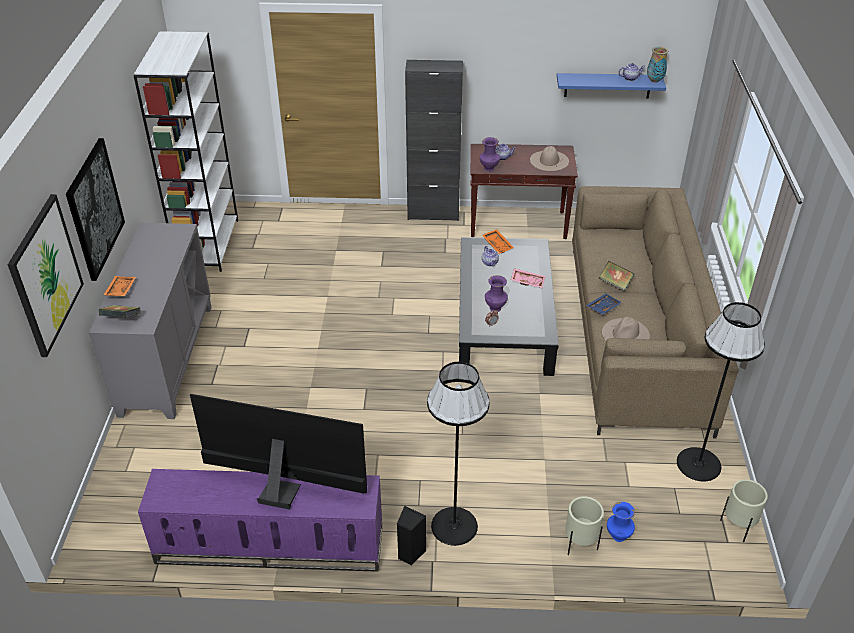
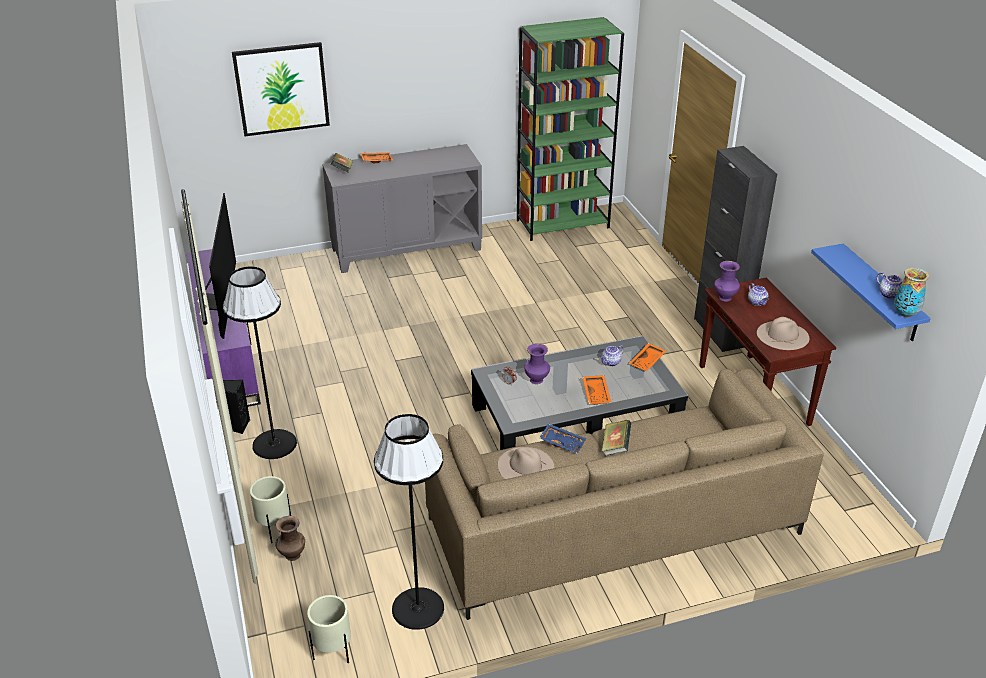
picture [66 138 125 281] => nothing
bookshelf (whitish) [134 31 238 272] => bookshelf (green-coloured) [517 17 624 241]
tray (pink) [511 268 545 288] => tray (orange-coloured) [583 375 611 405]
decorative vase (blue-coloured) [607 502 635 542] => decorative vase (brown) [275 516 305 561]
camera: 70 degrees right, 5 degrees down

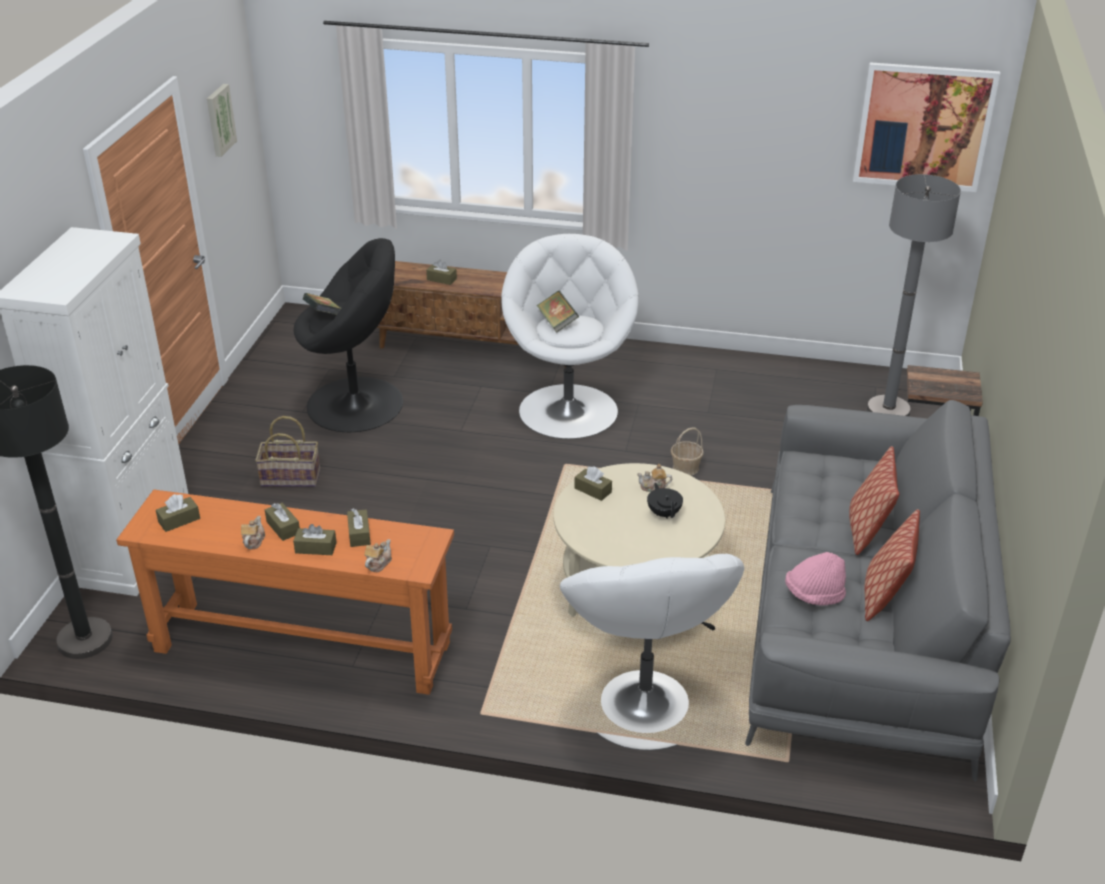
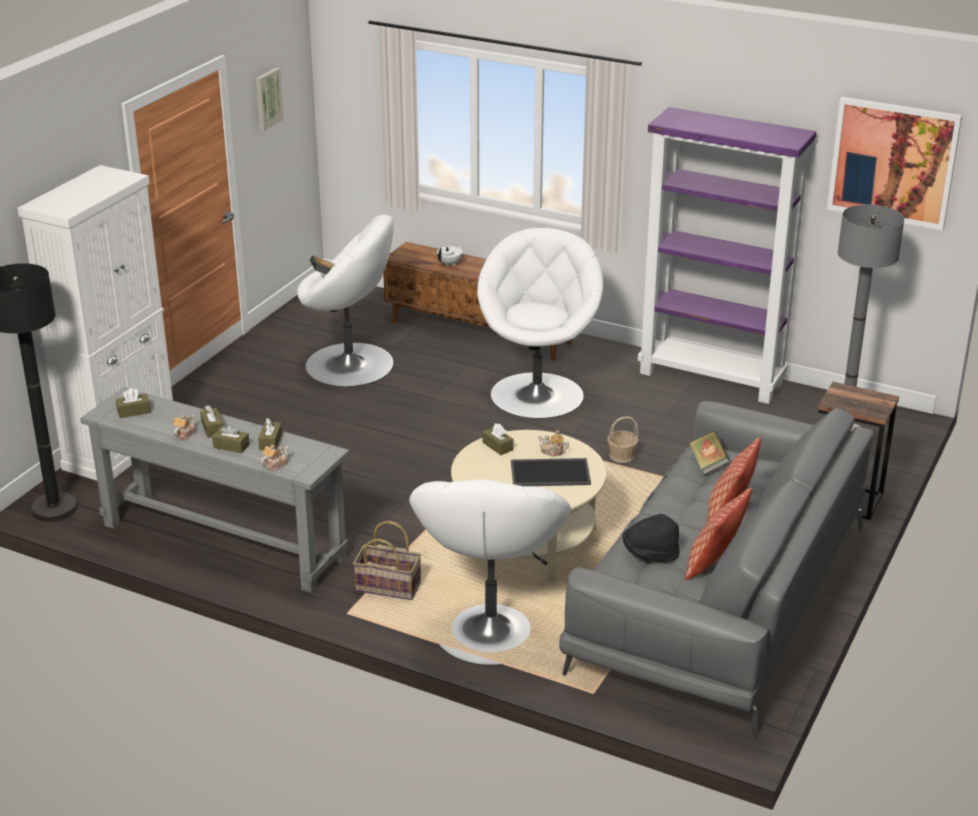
nothing => bookshelf (purplish) [638 107 816 404]
storage basket [255 416 320 487] => storage basket [353 521 421 600], moved
volume [537 291 579 333] => volume [689 431 730 475], moved
tissue holder (brown) [426 260 457 285] => pot for tea (whitish) [437 245 462 266]
pot for tea (blackish) [647 483 683 519] => tray [511 458 591 486]
console table (orange-coloured) [116 490 454 695] => console table (grey) [80 387 350 593]
lounge chair (blackish) [294 238 403 432] => lounge chair (whitish) [297 215 394 387]
hat (pink) [785 552 846 605] => hat (blackish) [622 514 680 562]
camera: 15 degrees right, 5 degrees down

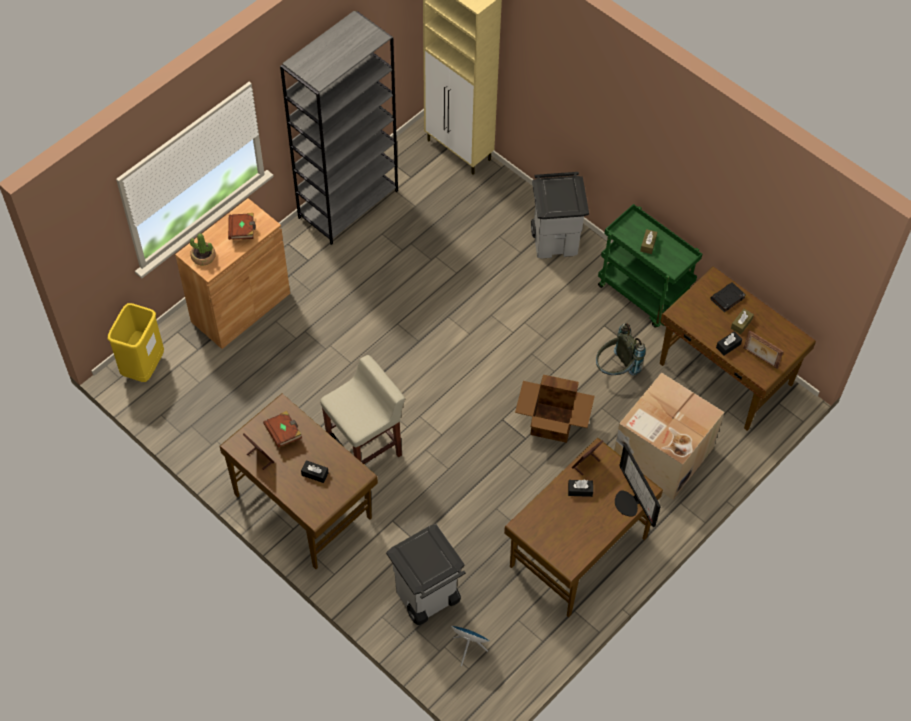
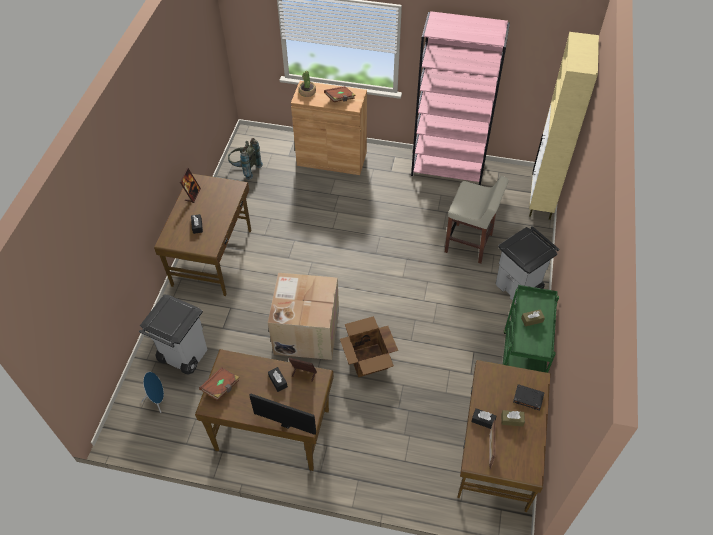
waste bin (yellowish) [108 303 164 382] => nothing
volume (brown) [263 411 302 448] => volume (brown) [199 367 240 401], moved
stool (beige) [320 355 405 464] => stool (beige) [445 176 509 263], moved
rucksack (grey) [596 323 646 375] => rucksack (grey) [228 138 263 180], moved
carton [614 372 724 499] => carton [268 273 339 360], moved
bookshelf (grey) [280 10 398 245] => bookshelf (pink) [411 11 510 185]
computer screen [615 444 661 527] => computer screen [249 393 316 435], 75 degrees clockwise
camera: 60 degrees right, 5 degrees down

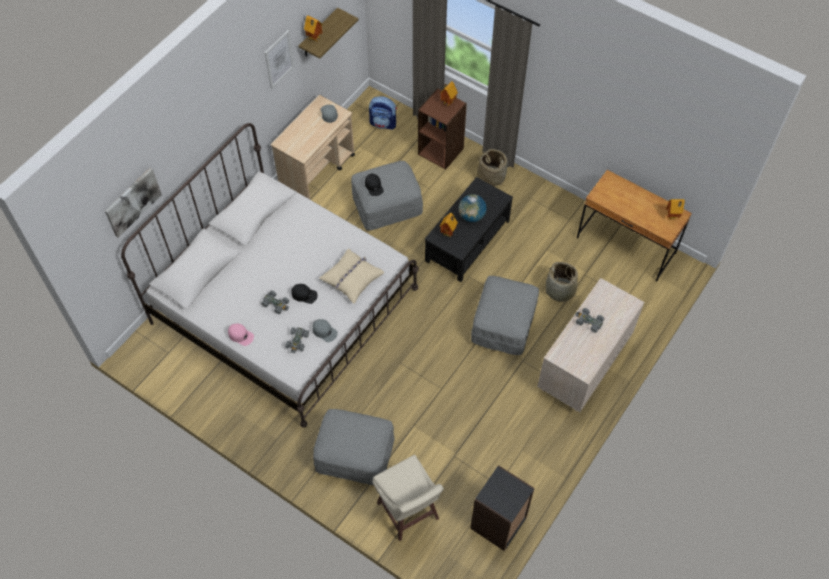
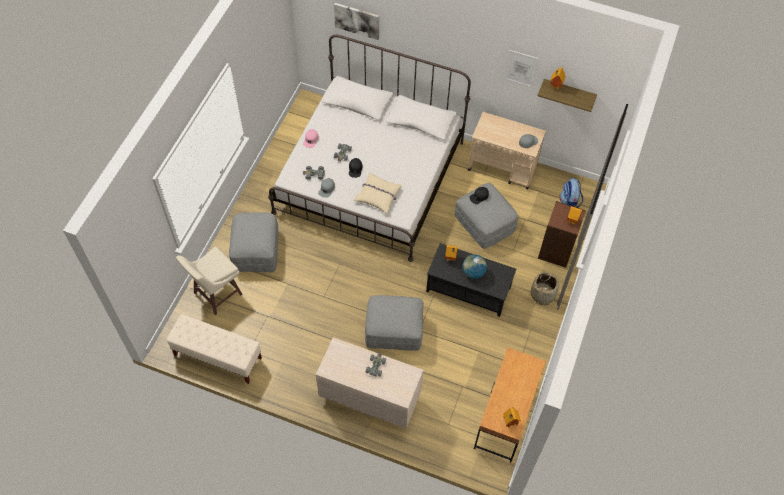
storage basket [545 262 578 302] => nothing
bookshelf (blackish) [470 465 535 551] => indoor bench (beige) [166 314 262 384]
camera: 75 degrees right, 0 degrees up

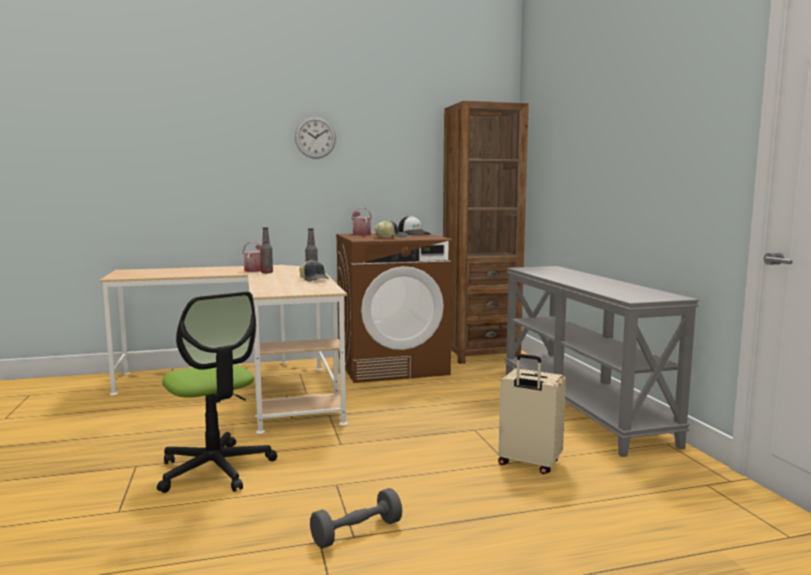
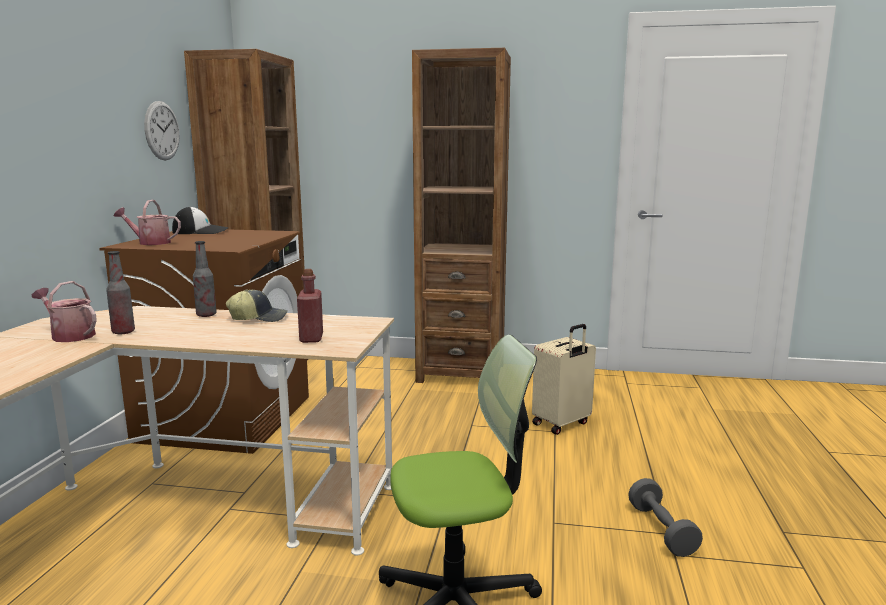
baseball cap [374 220 408 237] => nothing
nothing => bottle (reddish) [297 269 323 343]
hanging clock [295 117 336 159] => hanging clock [144 101 180 161], moved
console table (grey) [505 266 699 457] => bookshelf (brown) [412 48 511 383]
camera: 65 degrees left, 5 degrees up

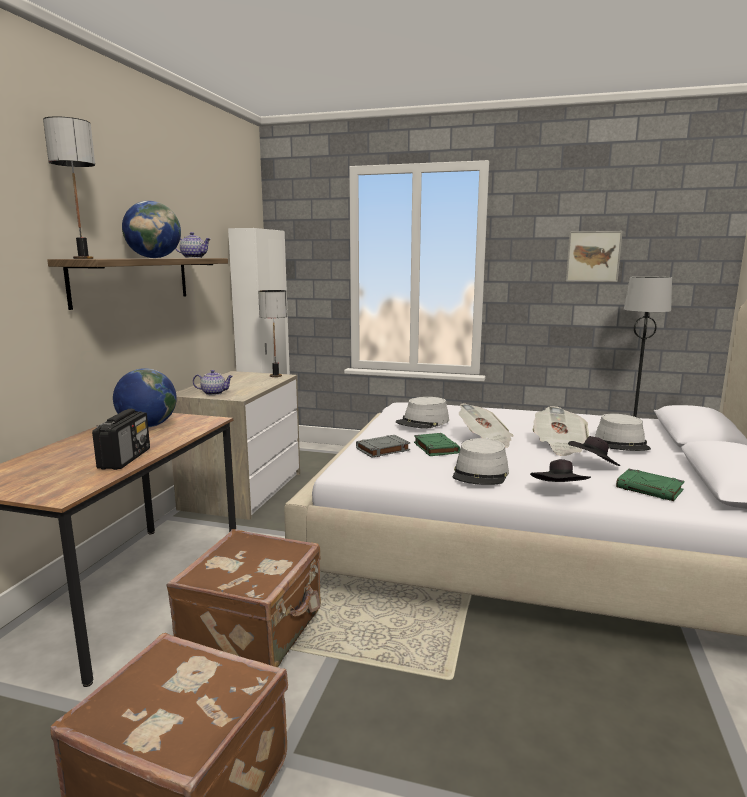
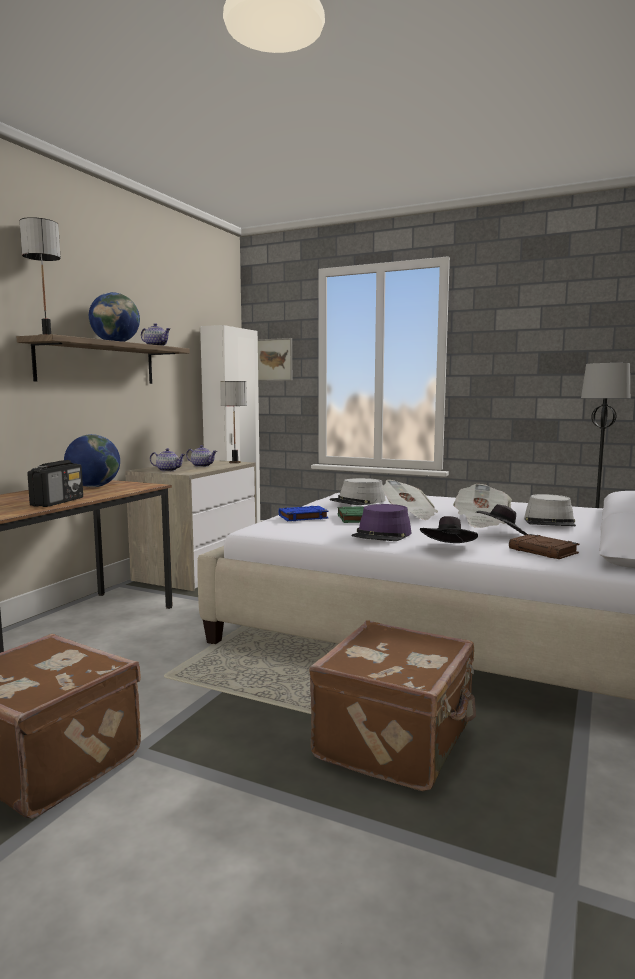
nothing => pot for tea [186 445 217 467]
travel case (brown) [166 529 321 667] => travel case (brown) [309 620 476 791], moved
picture [566 231 623 282] => picture [258 338 292 381], moved
volume (grey) [356 435 410 458] => volume (blue-coloured) [279 506 329 521]
hat (grey) [453 438 509 485] => hat (purplish) [352 504 411 541]
volume (green-coloured) [616 469 685 501] => volume (brown) [509 534 579 559]
camera: 10 degrees right, 5 degrees down

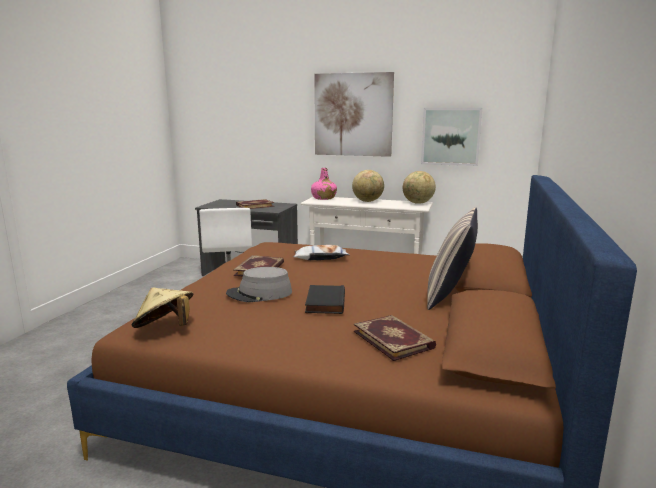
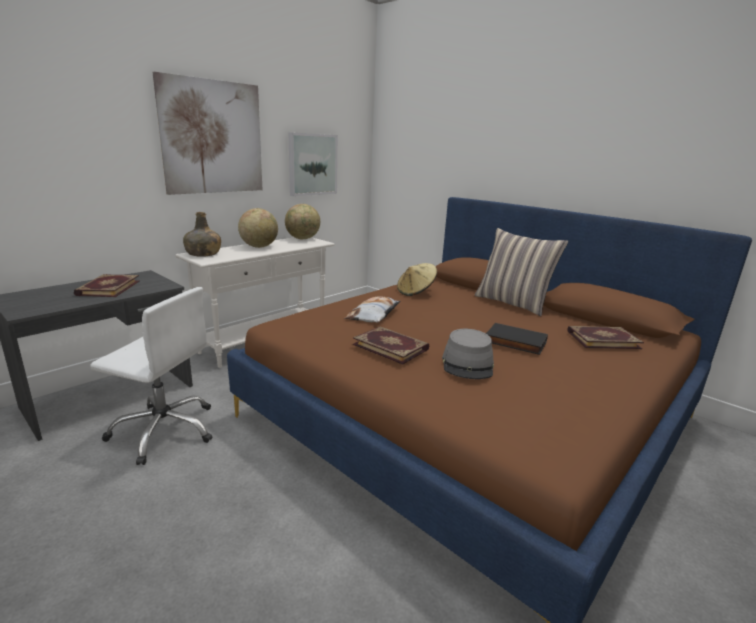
hat (beige) [132 287 193 328] => hat (beige) [397 263 437 296], moved
bottle (pink) [311 168 337 200] => bottle (green-coloured) [183 212 221 257]
camera: 65 degrees left, 5 degrees up

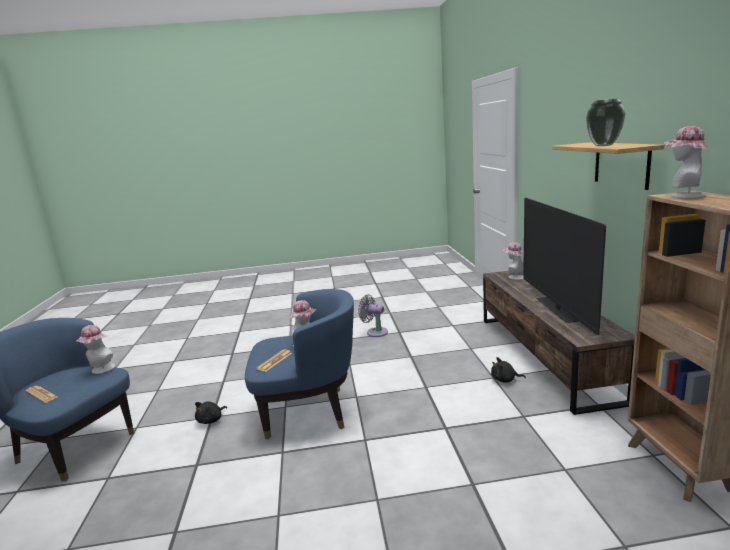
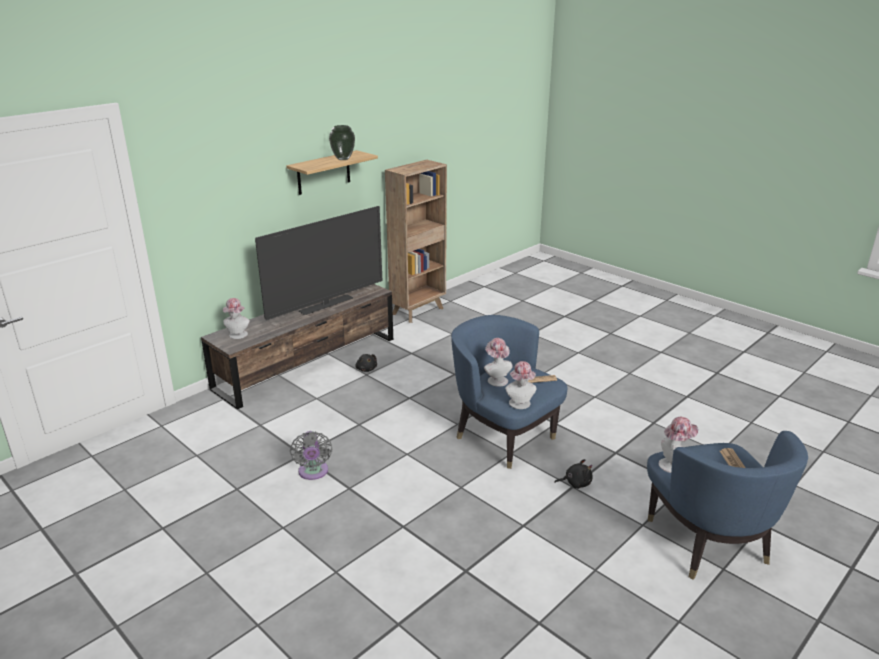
hat [664 126 711 198] => hat [505 361 536 409], moved
camera: 130 degrees left, 10 degrees up

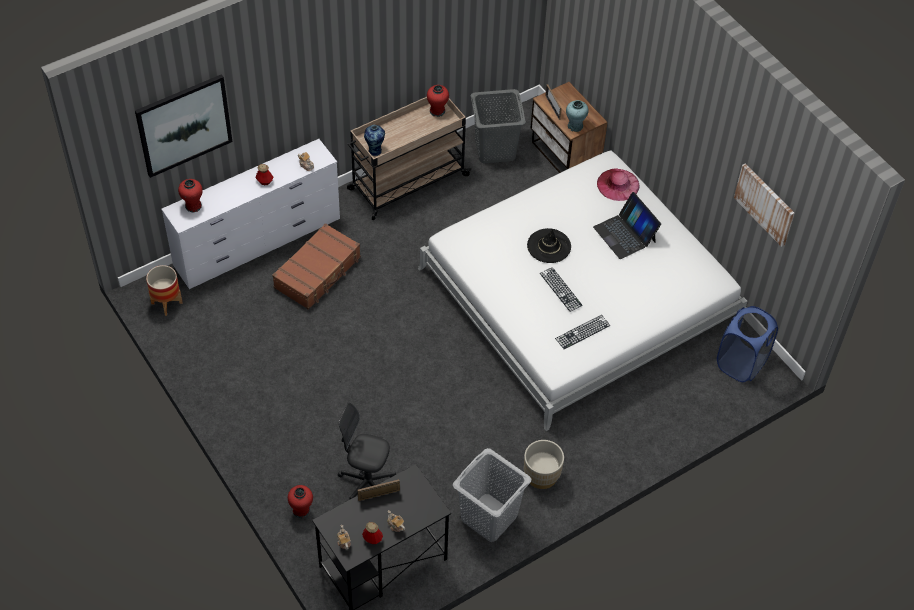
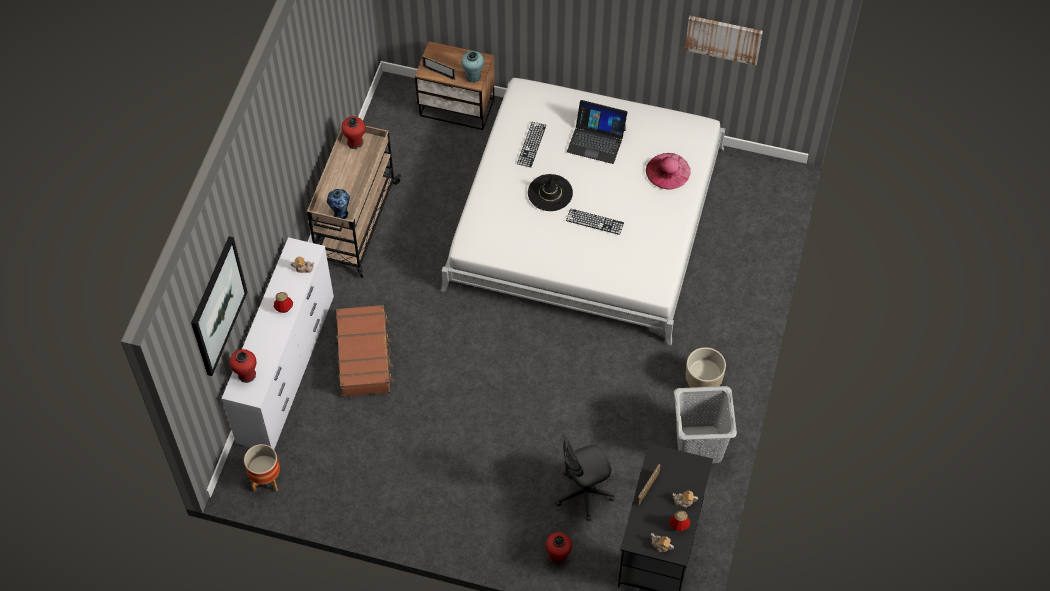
hamper (grey) [471 89 526 163] => nothing
hamper (blue-coloured) [717 306 778 382] => nothing
computer keyboard [555 315 610 349] => computer keyboard [517 122 546 167], moved
hat (pink) [597 168 639 201] => hat (pink) [646 153 691 190], moved
camera: 40 degrees left, 5 degrees up

